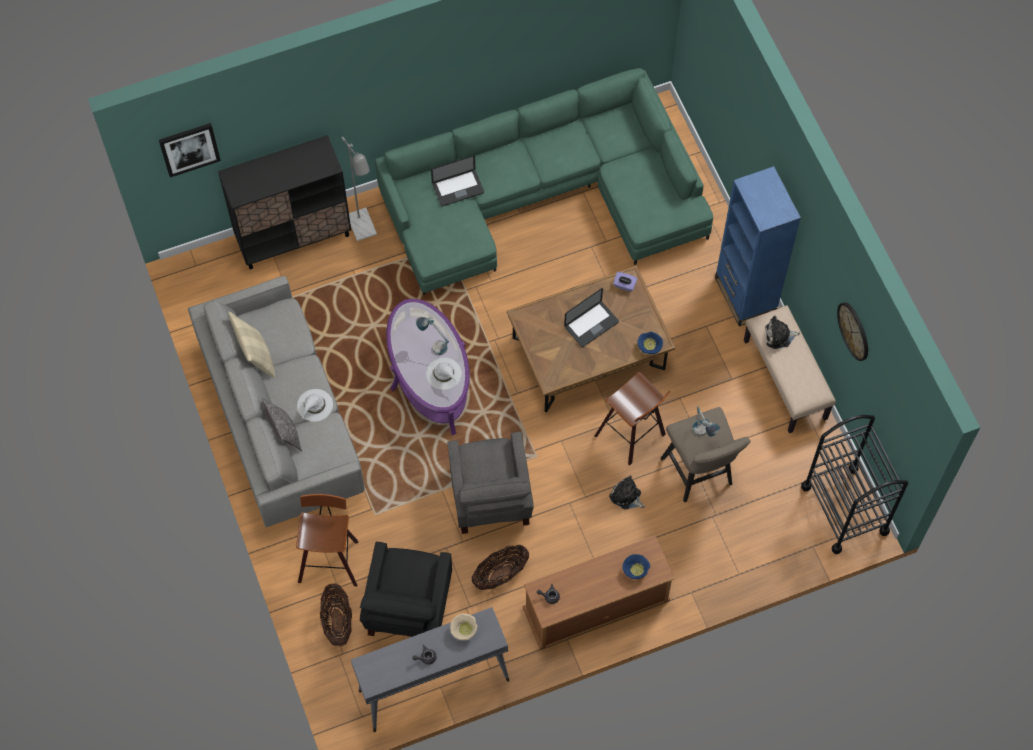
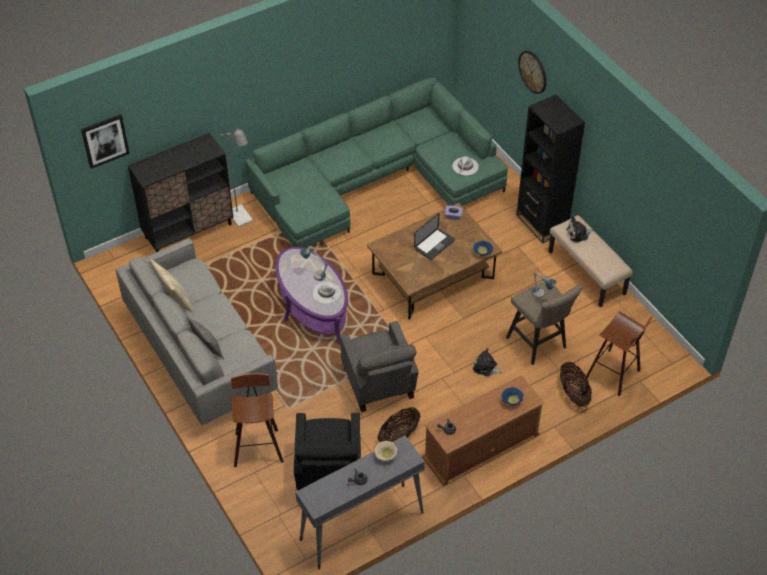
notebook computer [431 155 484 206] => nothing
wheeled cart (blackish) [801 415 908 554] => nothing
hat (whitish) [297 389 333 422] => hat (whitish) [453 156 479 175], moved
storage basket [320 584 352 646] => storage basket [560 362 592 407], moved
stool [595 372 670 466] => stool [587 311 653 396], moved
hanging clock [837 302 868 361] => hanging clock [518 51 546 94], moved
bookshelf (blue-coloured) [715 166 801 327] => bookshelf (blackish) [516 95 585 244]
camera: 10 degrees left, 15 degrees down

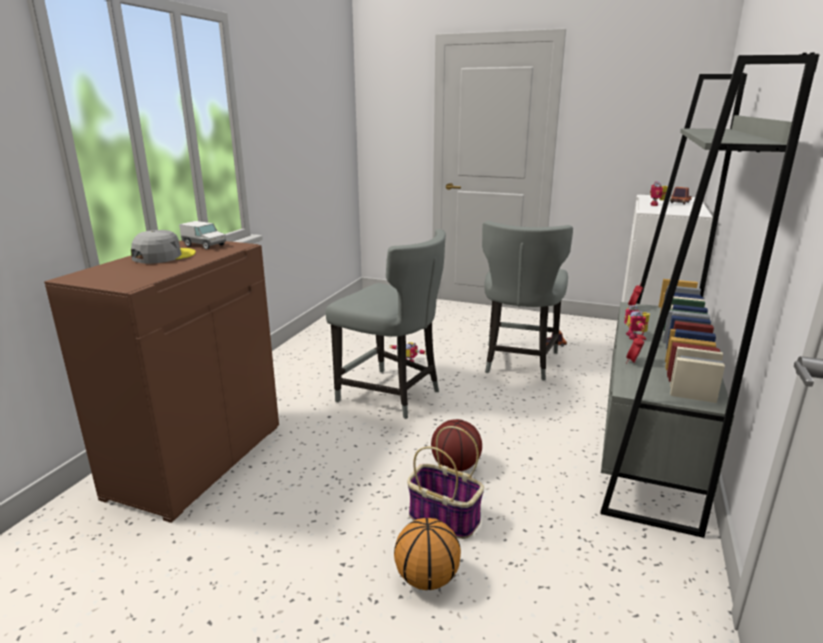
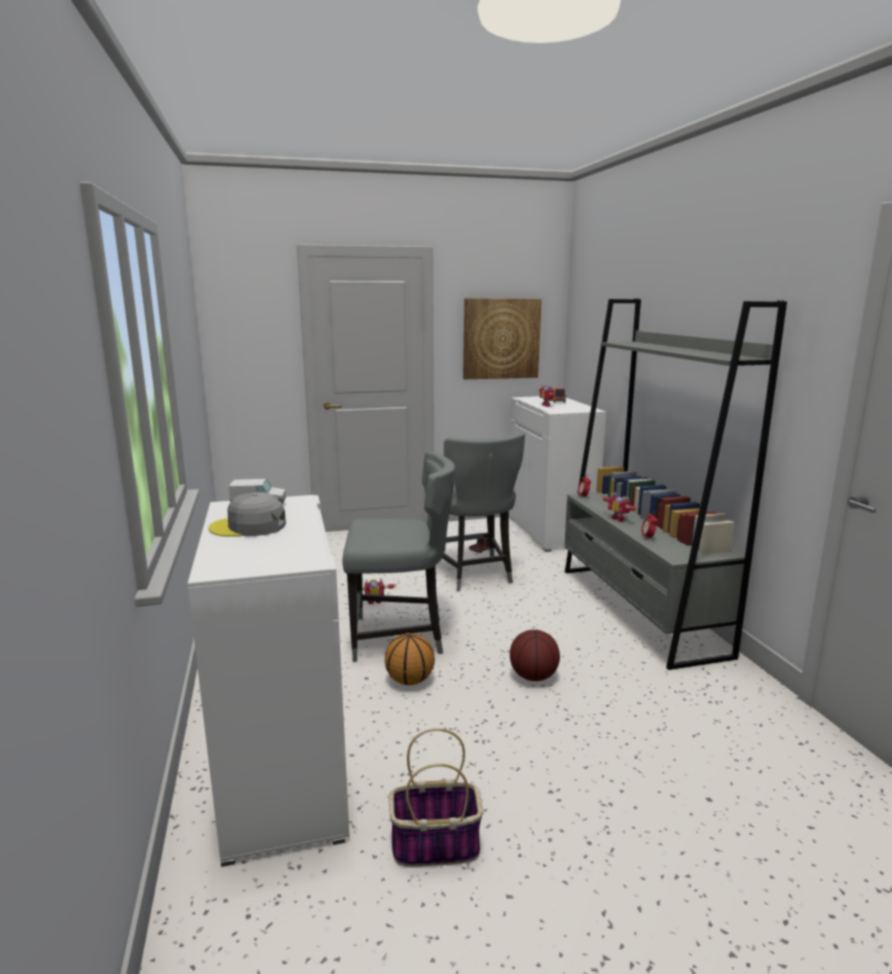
nothing => picture [463 298 542 379]
basketball [394 518 461 590] => basketball [385 633 435 685], moved
storage basket [407 426 484 539] => storage basket [389 728 483 867], moved
cabinet (brown) [44 240 279 523] => cabinet (whitish) [188 495 350 867]
baseball cap (grey) [131 230 196 264] => baseball cap (grey) [209 492 286 537], 90 degrees counterclockwise
camera: 35 degrees left, 5 degrees down

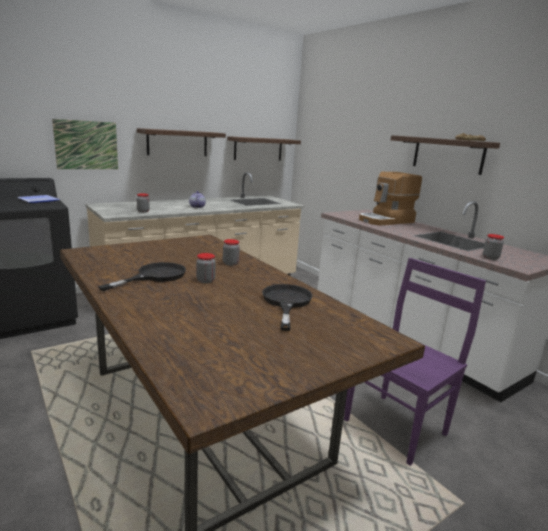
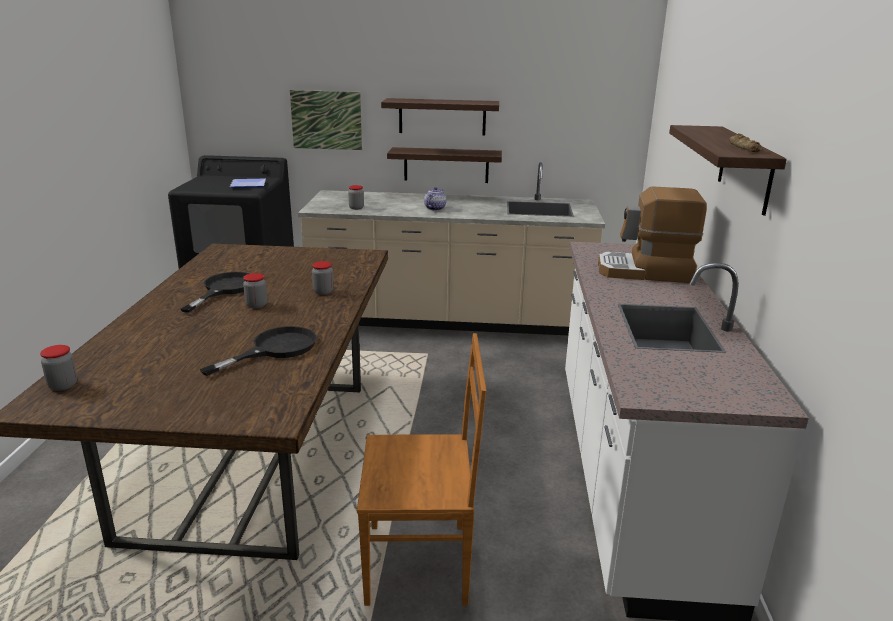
wall shelf [227 136 301 160] => wall shelf [387 147 502 183], moved
storage jar [483 234 504 260] => storage jar [40 345 77 391], moved
upright chair (purplish) [344 258 486 466] => upright chair (brown) [357 333 486 606]
frying pan (blackish) [98 262 186 291] => frying pan (blackish) [181 272 250 313], 60 degrees counterclockwise
camera: 40 degrees right, 5 degrees up

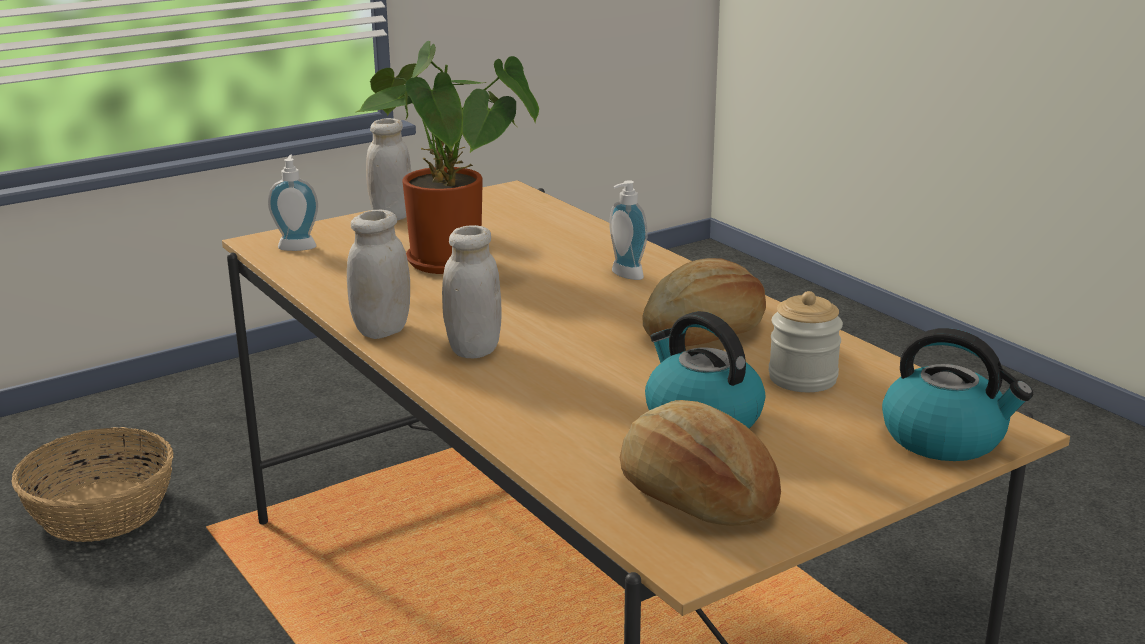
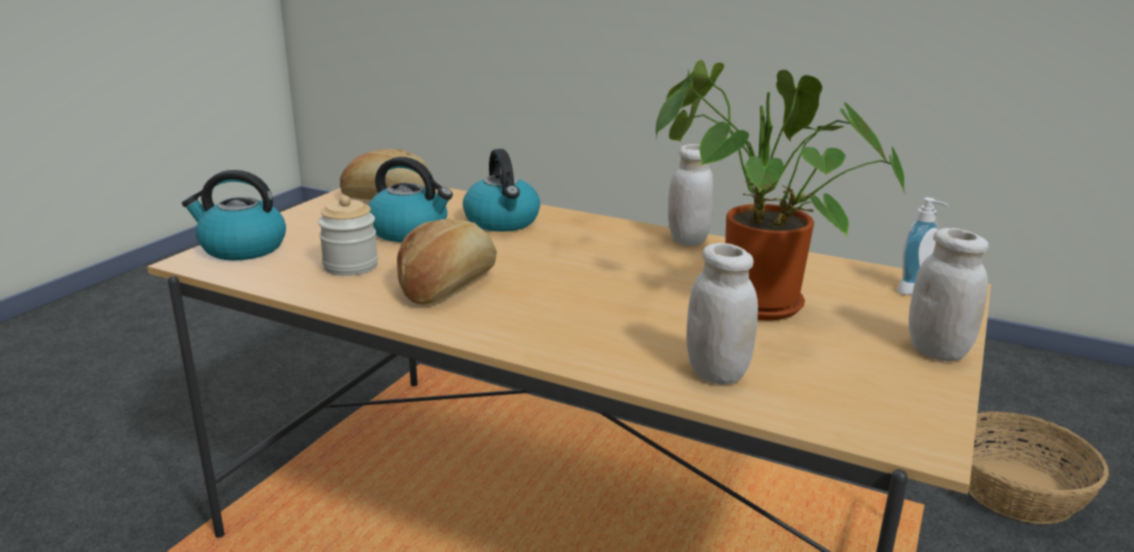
soap dispenser [609 180 648 280] => nothing
nothing => tea kettle [463 149 540 232]
storage jar (whitish) [442 225 502 358] => storage jar (whitish) [686 243 758 384], moved
camera: 150 degrees right, 0 degrees up

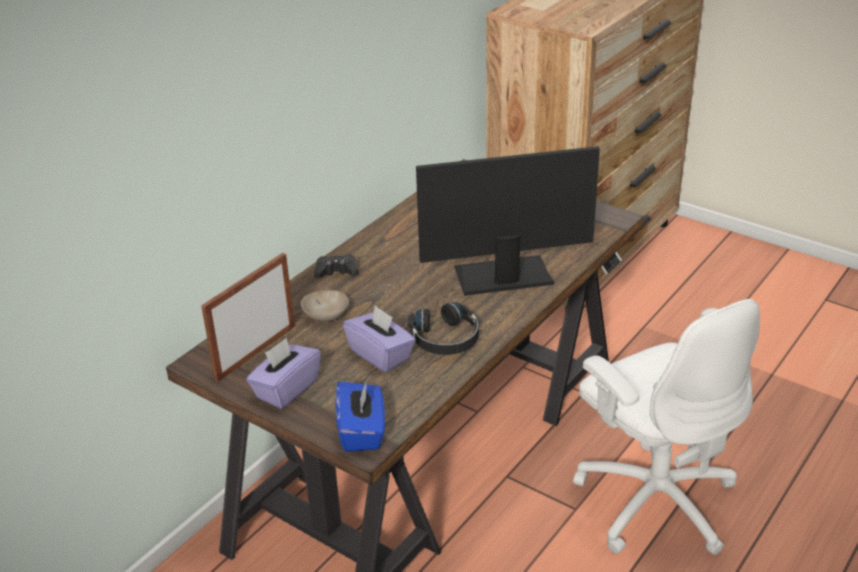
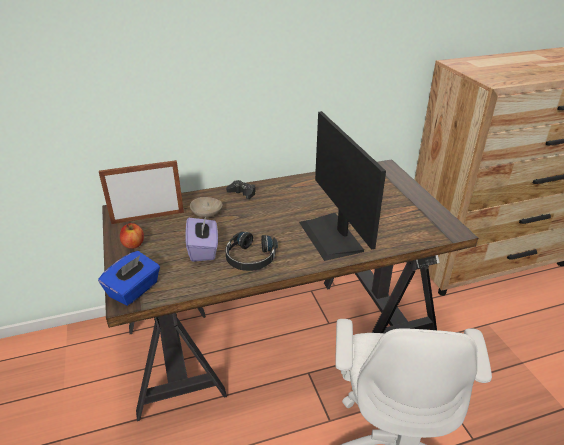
tissue holder (purplish) [246 338 321 409] => whole apple [120 223 144 249]
computer screen [416 146 600 296] => computer screen [299 111 386 261], 135 degrees counterclockwise
camera: 35 degrees right, 0 degrees up

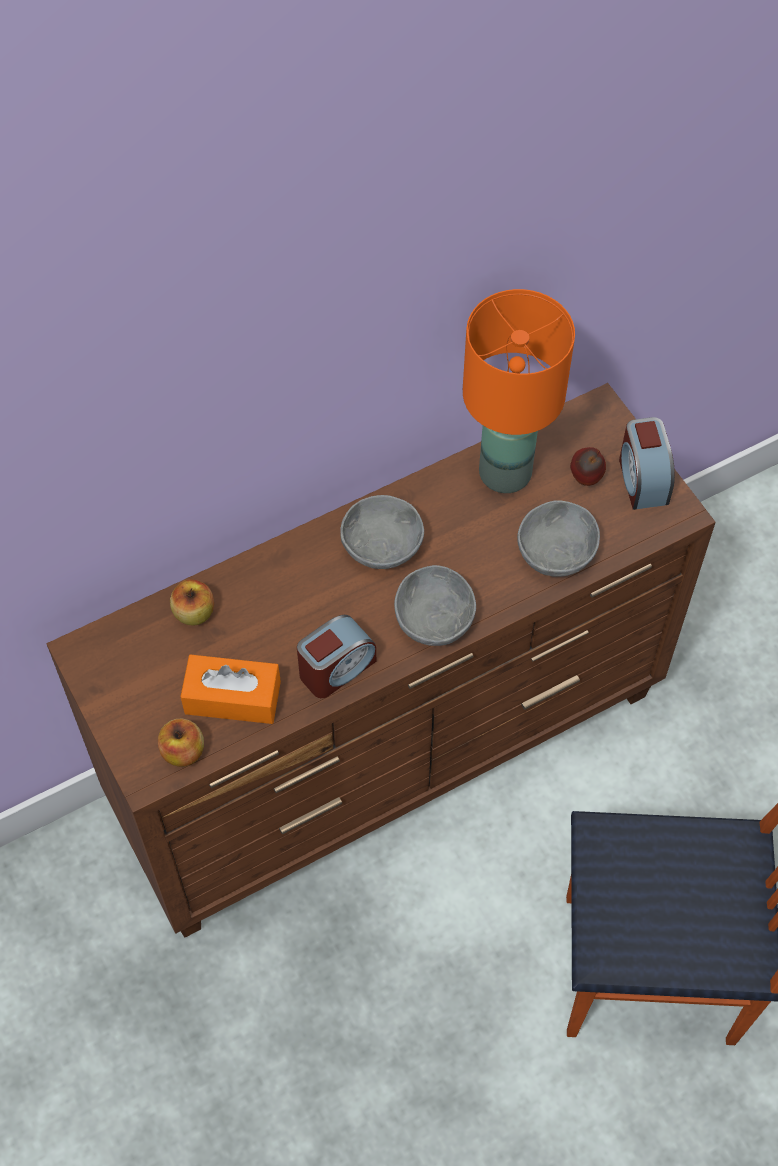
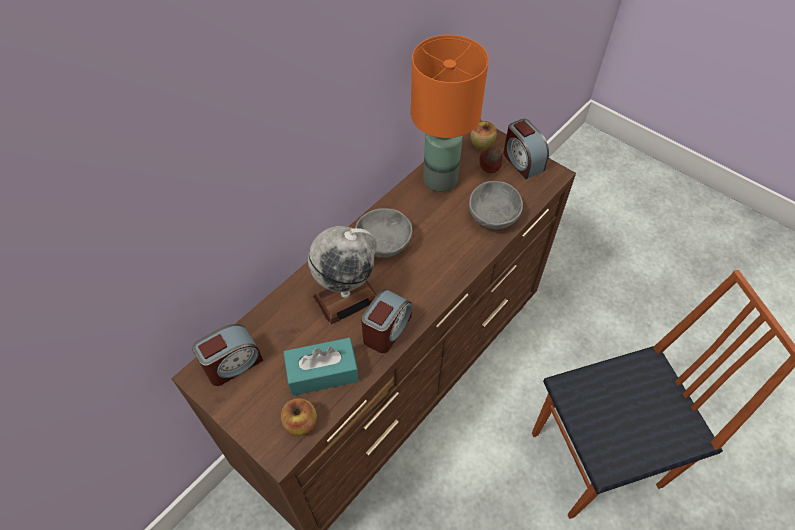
serving bowl (grey) [394 565 476 646] => nothing
nothing => table clock [192 324 263 386]
nothing => desk globe [308 226 377 325]
whole apple [170 579 214 626] => whole apple [471 121 497 149], moved
tissue holder (orange-coloured) [180 655 281 724] => tissue holder (blue-green) [283 338 359 396]
camera: 20 degrees left, 5 degrees down

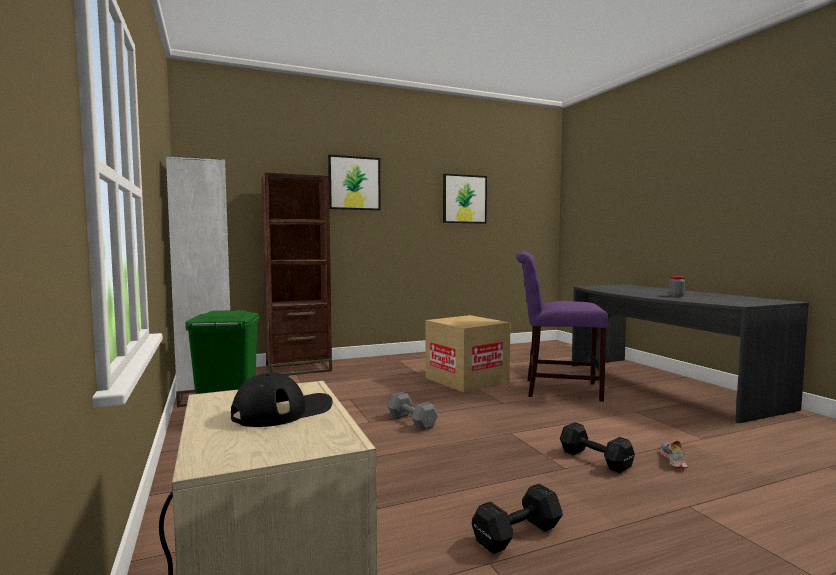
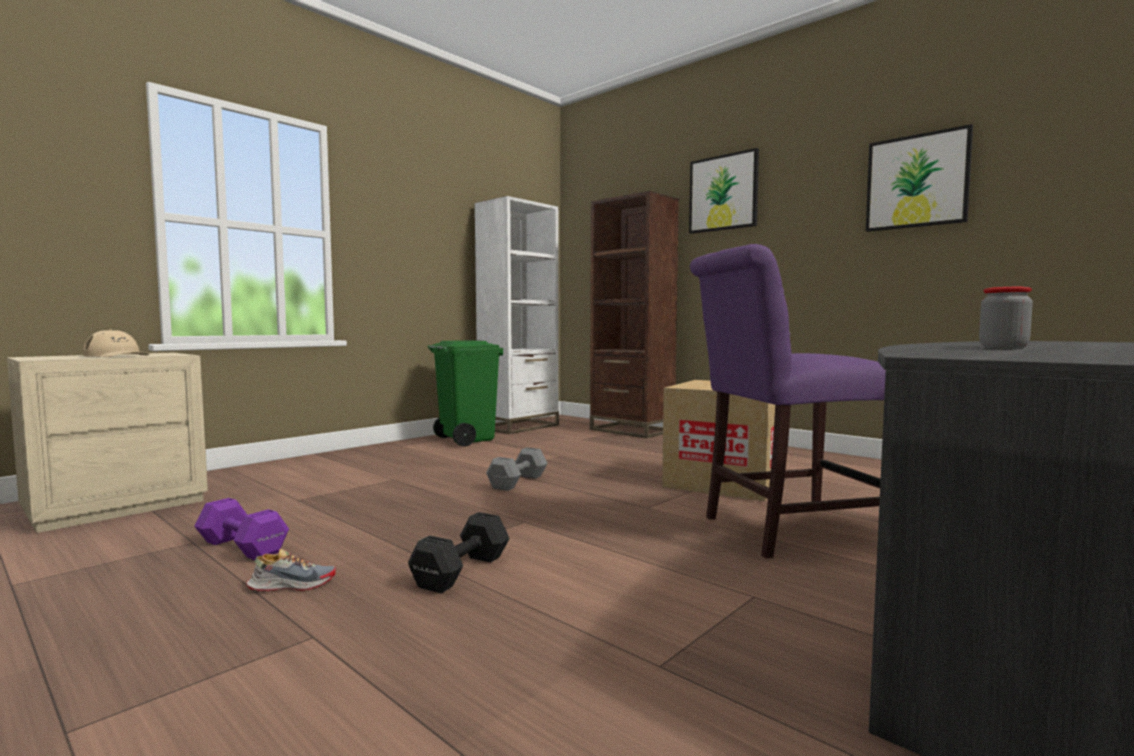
shoe [660 441 688 468] => shoe [246 549 336 591], moved
baseball cap (blackish) [231 372 333 427] => baseball cap (beige) [83 329 149 357]
hand weight (blackish) [472 484 563 554] => hand weight (purplish) [194 498 289 560]
upright chair (purplish) [516 251 608 402] => upright chair (purplish) [690 244 886 558], 90 degrees counterclockwise
camera: 65 degrees right, 0 degrees up

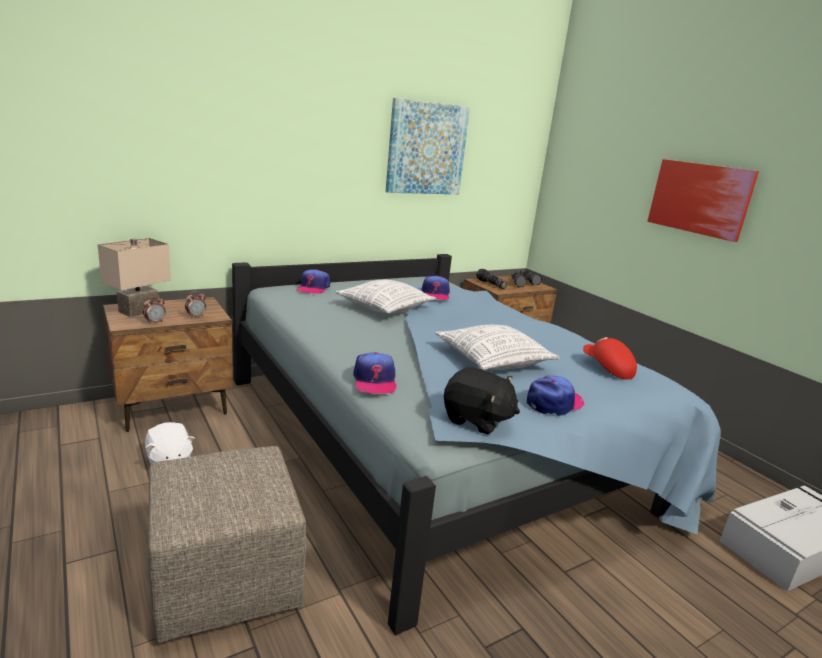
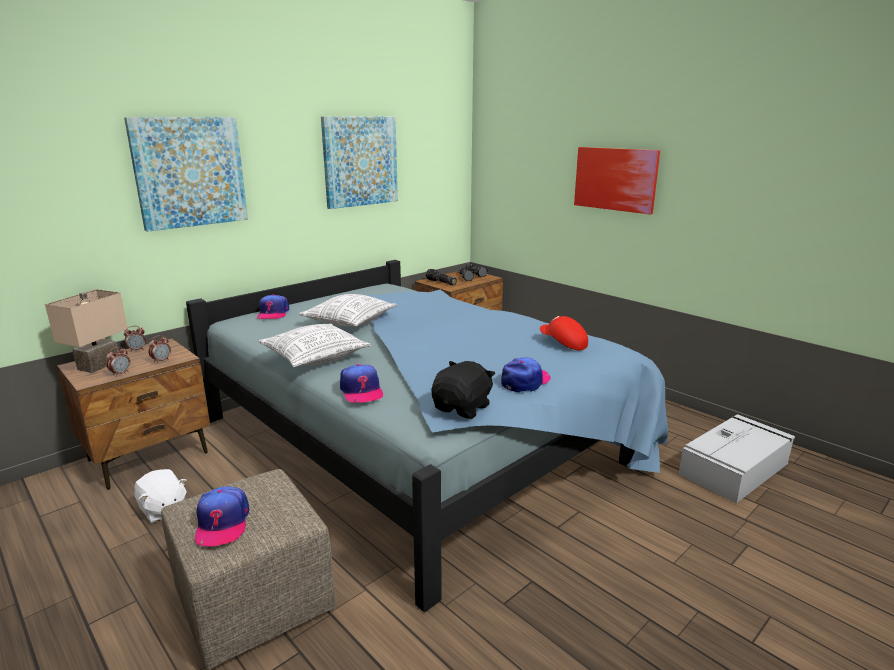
nothing => picture [124 117 248 232]
nothing => table clock [124 326 146 352]
baseball cap [421 275 450 300] => baseball cap [195 486 249 547], moved
cushion [435 325 560 370] => cushion [259 324 371 367], moved
cuddly toy (blackish) [444 367 520 434] => cuddly toy (blackish) [432 361 495 419], 75 degrees counterclockwise
camera: 10 degrees left, 0 degrees up

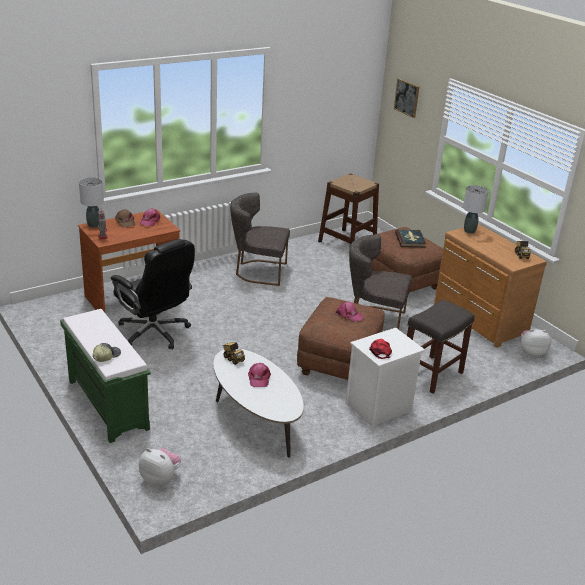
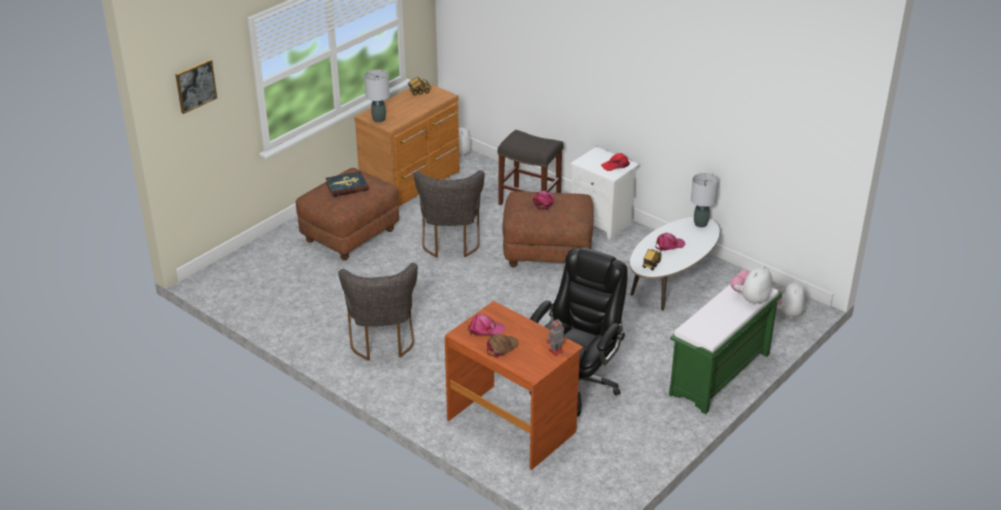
stool (brown) [318 173 379 244] => nothing
table lamp (grey) [79 177 104 228] => table lamp (grey) [691 173 718 228], moved
baseball cap [93 343 121 362] => cuddly toy [731 265 773 305]
camera: 105 degrees left, 5 degrees up

